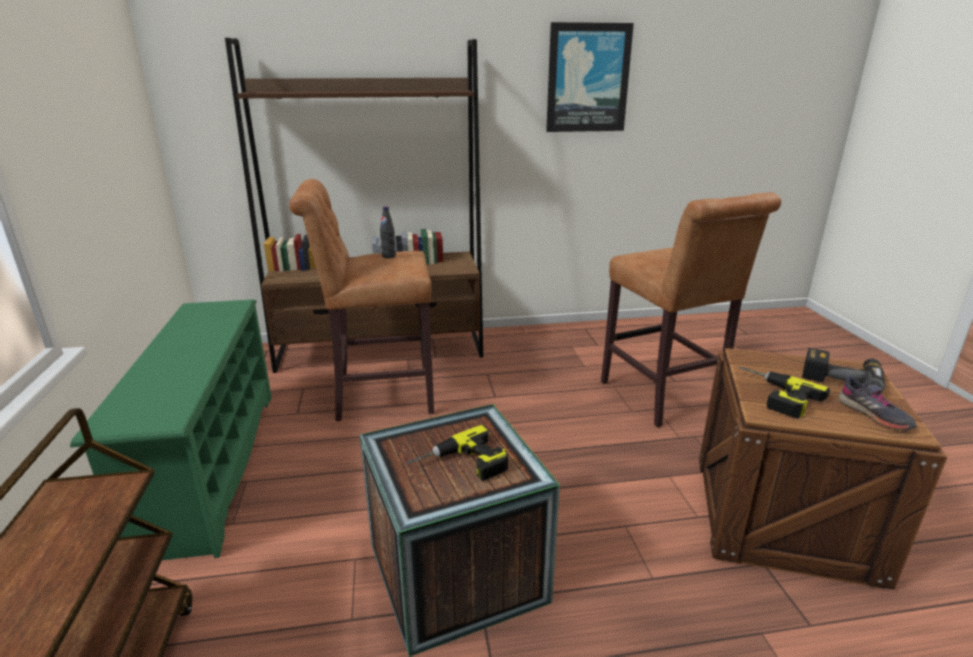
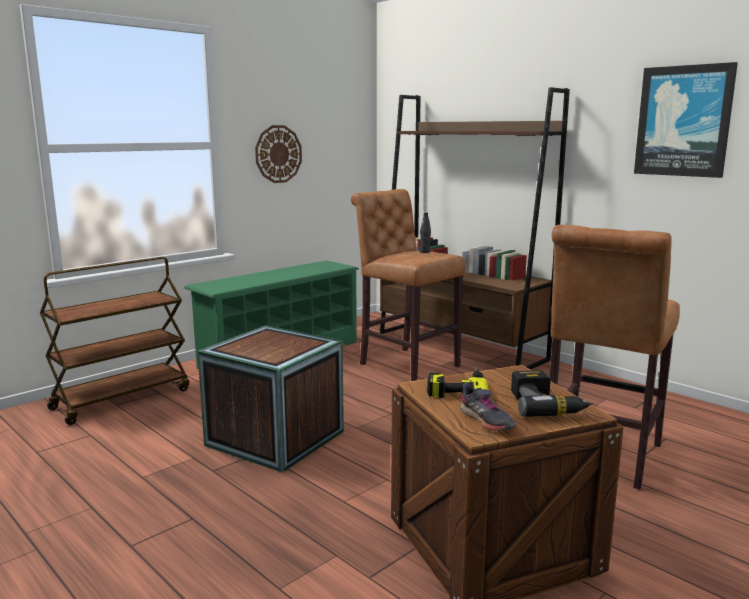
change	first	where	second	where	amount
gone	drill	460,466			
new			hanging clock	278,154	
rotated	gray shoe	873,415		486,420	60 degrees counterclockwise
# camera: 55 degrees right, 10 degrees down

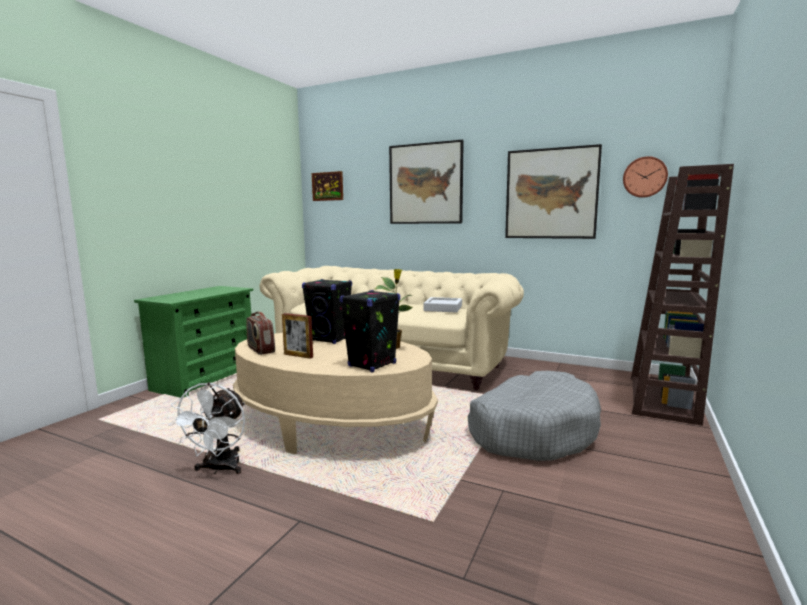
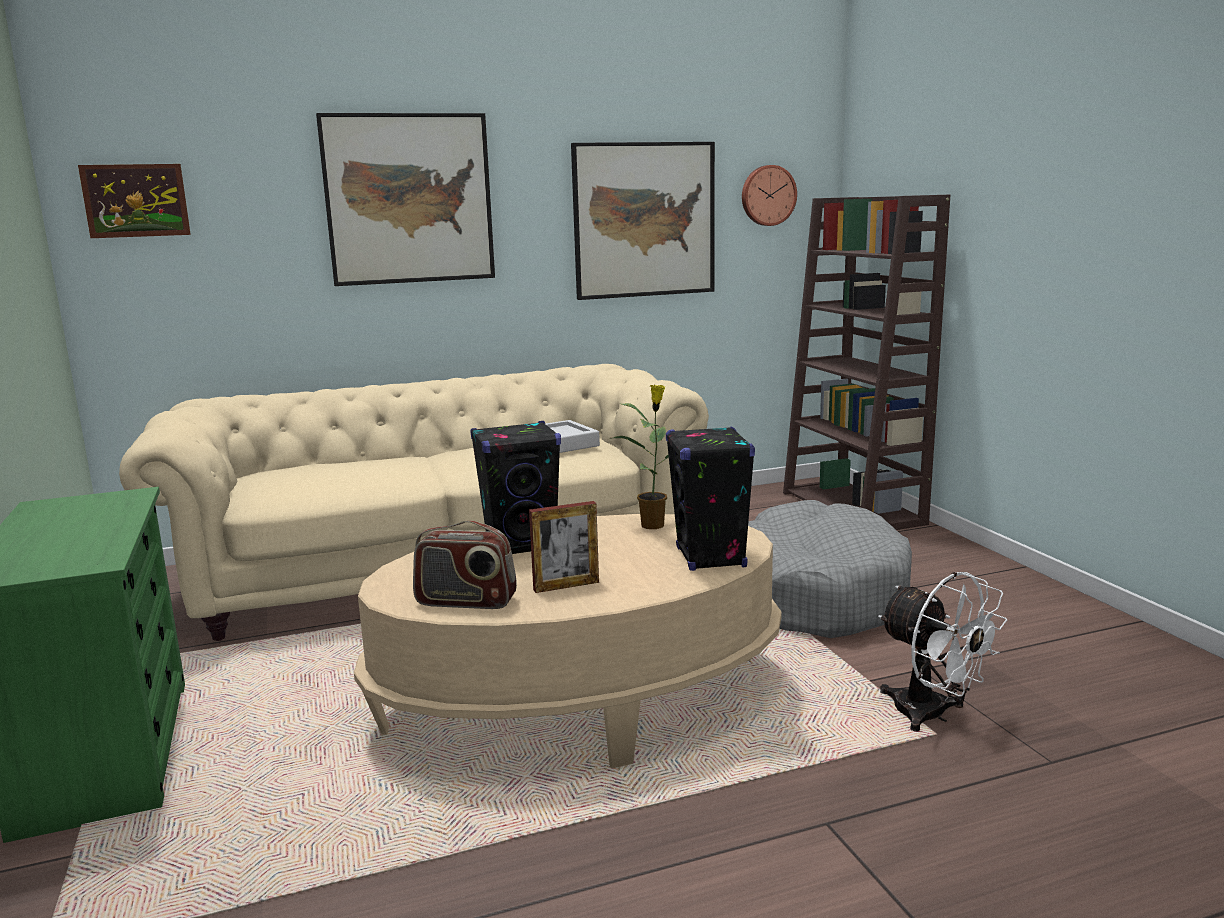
change	first	where	second	where	amount
shifted	white cooling fan	219,469		932,716	
# camera: 45 degrees left, 5 degrees up

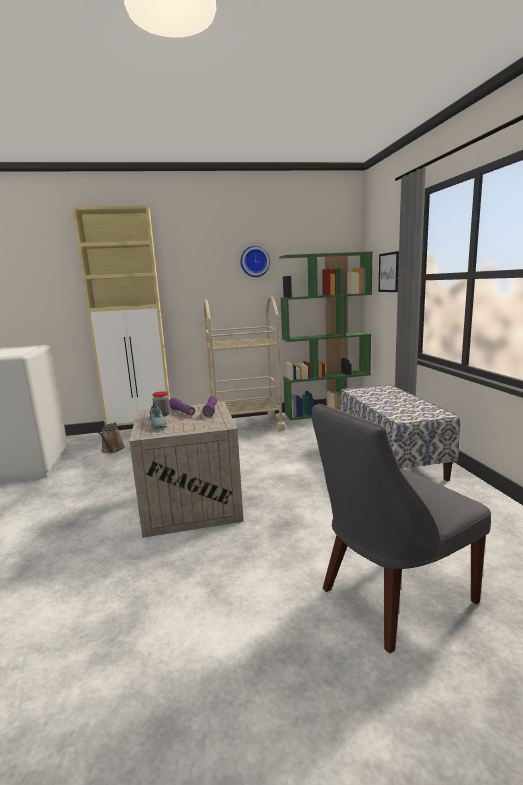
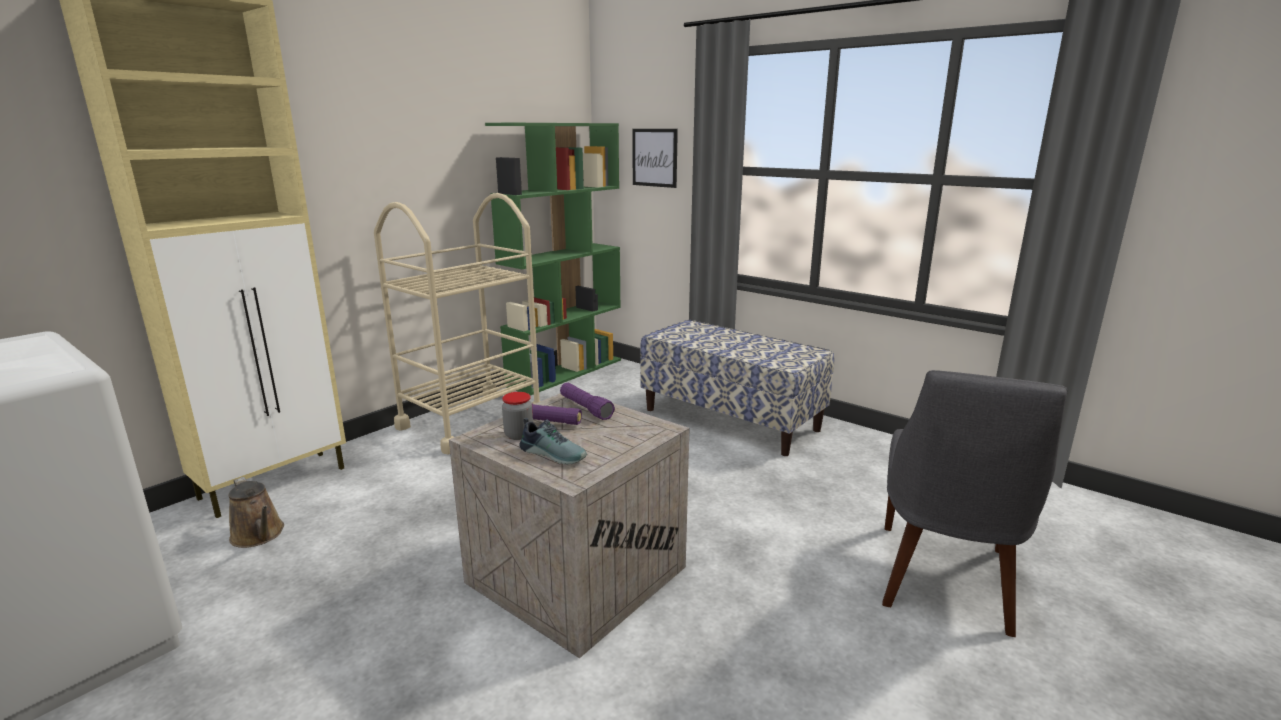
change	first	where	second	where	amount
gone	hanging clock	254,261			
# camera: 40 degrees left, 5 degrees up

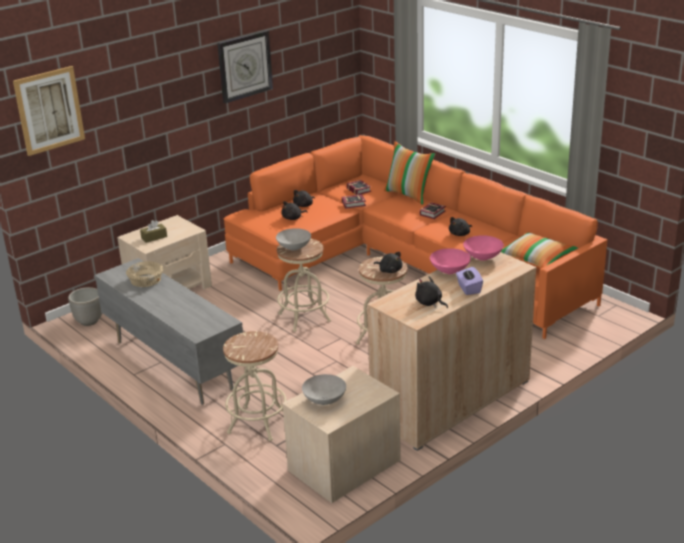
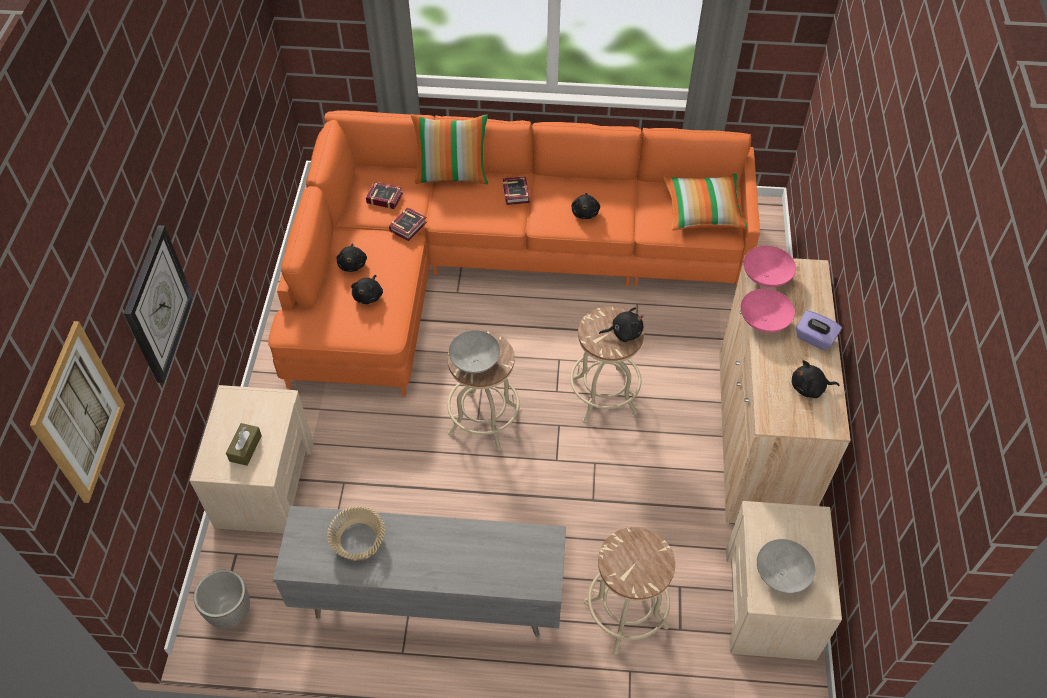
change	first	where	second	where	amount
shifted	hanging clock	244,66		157,304	
# camera: 45 degrees left, 25 degrees up

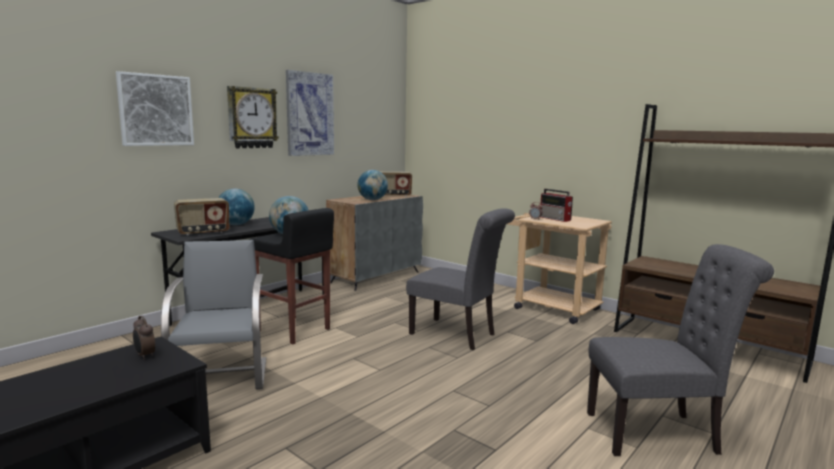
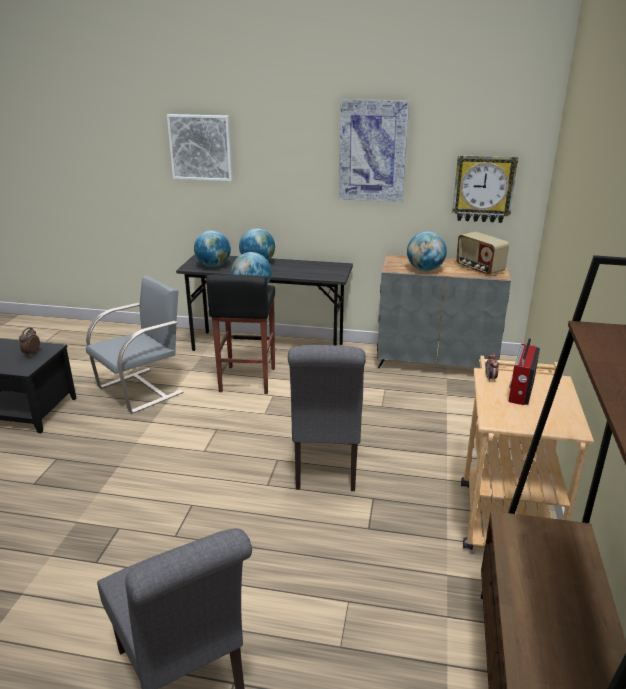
change	first	where	second	where	amount
shifted	hanging clock	252,118		483,188	
swapped	radio	203,233	globe	213,266	
# camera: 60 degrees right, 15 degrees up

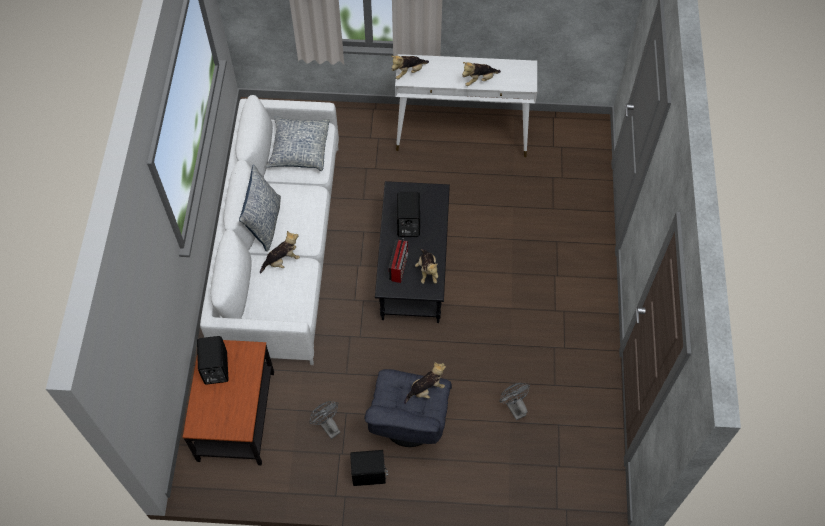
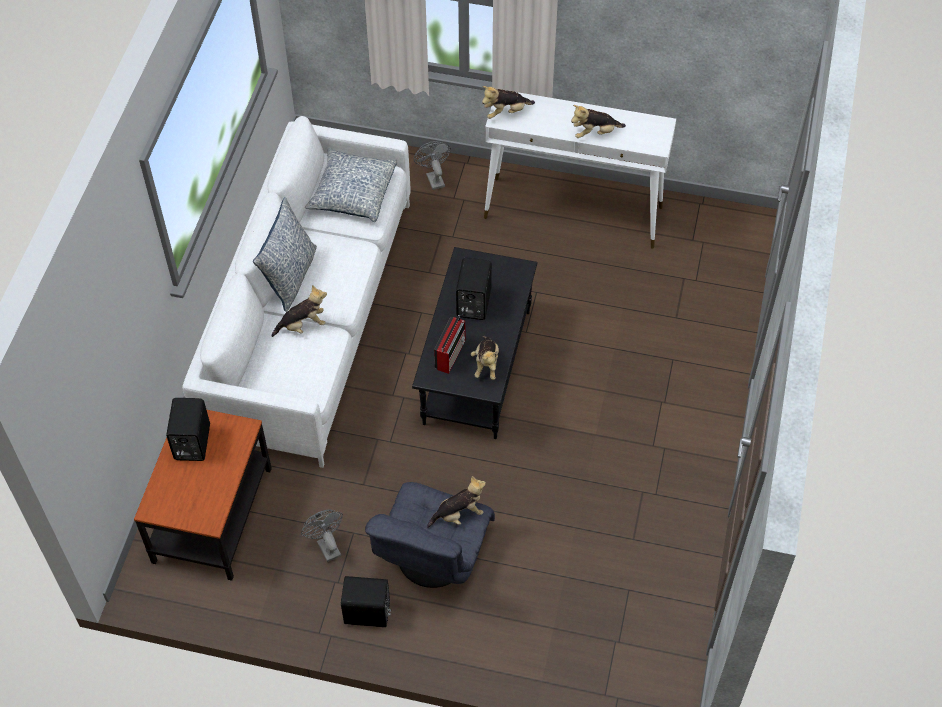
change	first	where	second	where	amount
shifted	gray cooling fan	514,407		433,178	
# camera: 10 degrees right, 5 degrees down

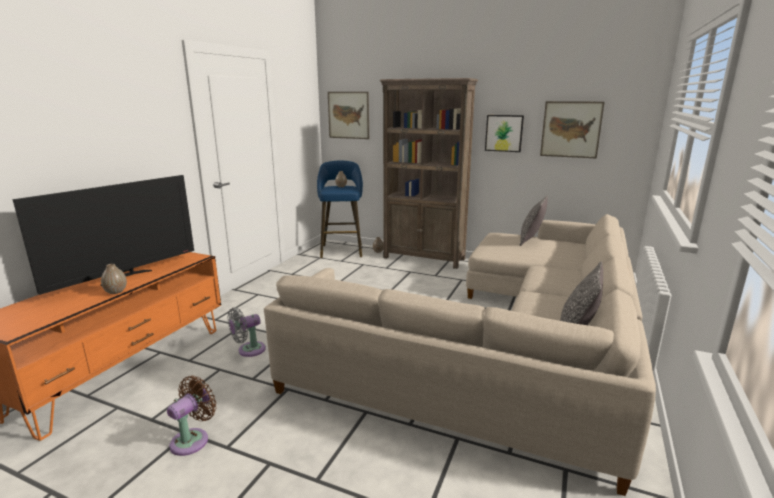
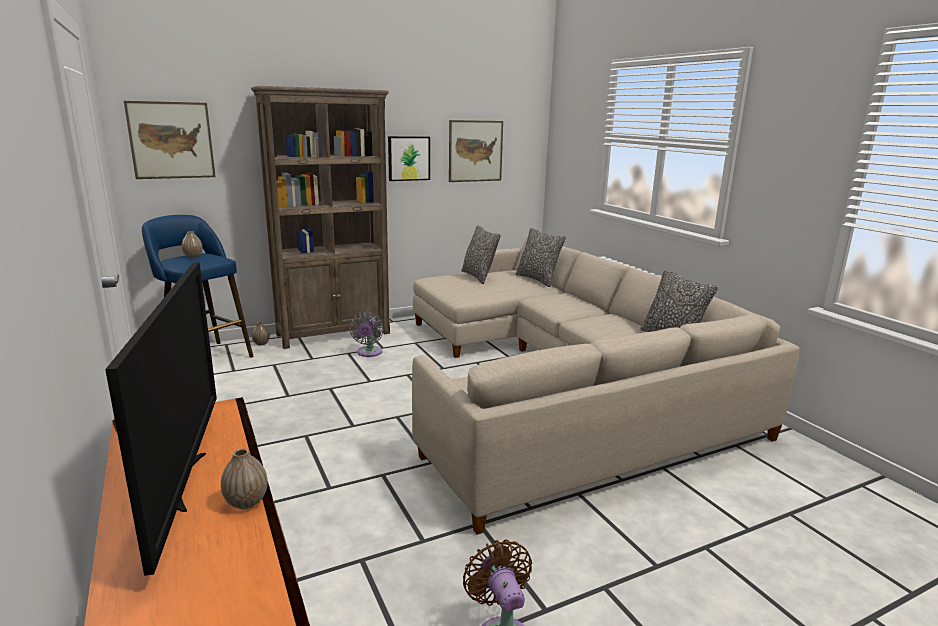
change	first	where	second	where	amount
new			pillow	537,280	
shifted	gray cooling fan	248,350		369,353	
# camera: 50 degrees left, 0 degrees up

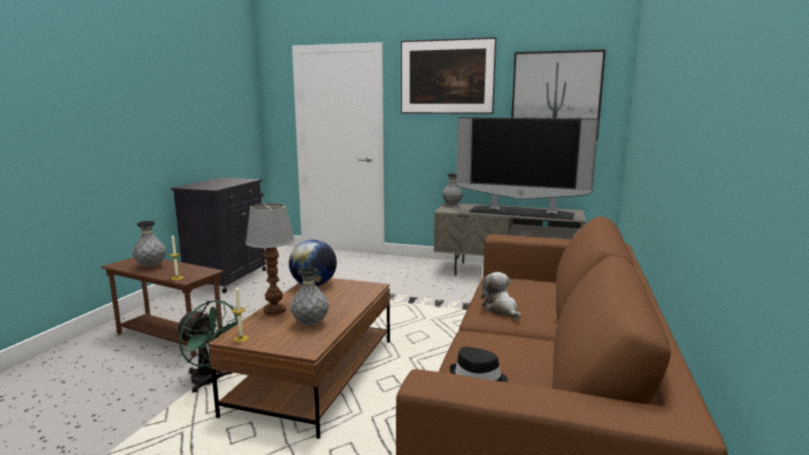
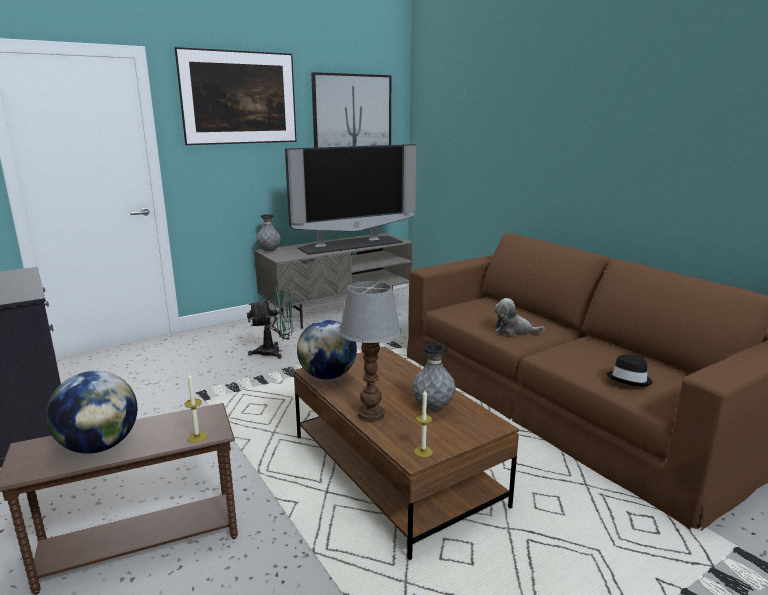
change	first	where	second	where	amount
shifted	green-coloured cooling fan	211,382		275,352	
swapped	gray decorative vase	151,266	globe	99,446	
# camera: 50 degrees left, 5 degrees up

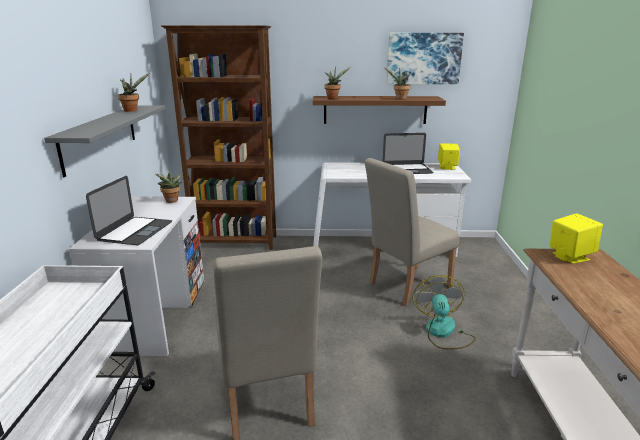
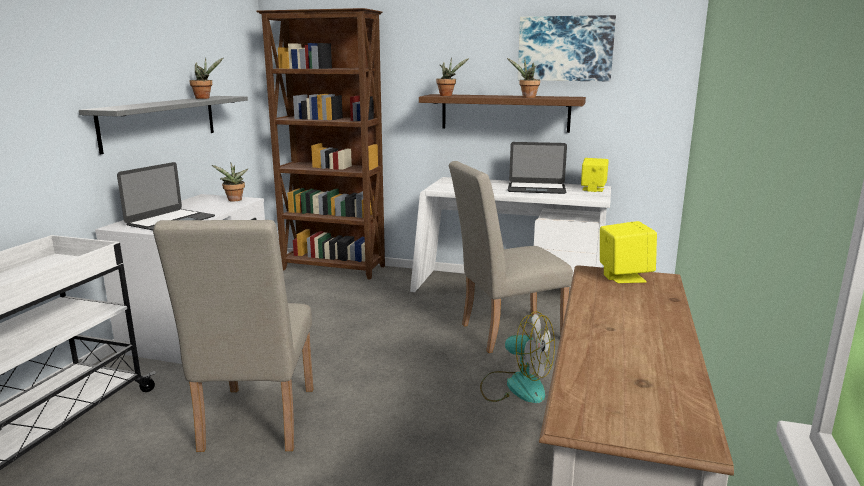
change	first	where	second	where	amount
rotated	cooling fan	443,333		515,386	105 degrees clockwise
# camera: 15 degrees right, 5 degrees down

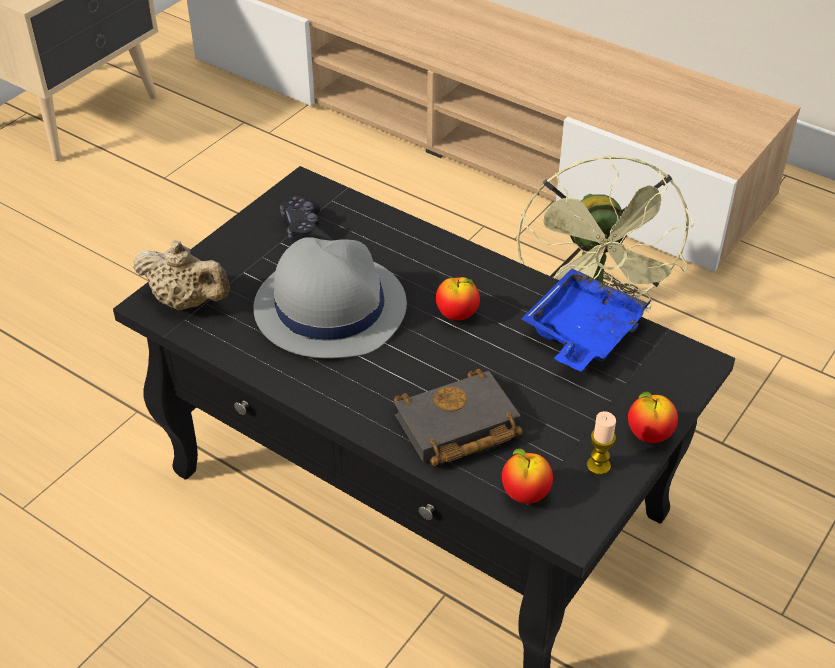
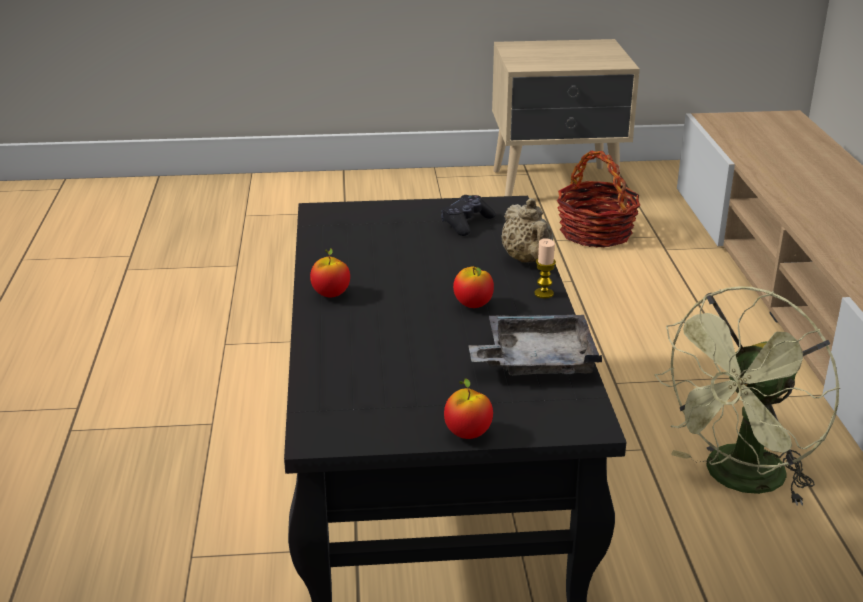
change	first	where	second	where	amount
gone	gray wearable hat	329,307			
gone	black-coloured book	456,428			
new			basket	595,233	
shifted	beige-coloured pot for tea	187,302		527,260	
shifted	apple	525,494		331,295	
shifted	wax light	598,466		544,293	
repainted	blue tray	582,333	gray tray	536,361	
# camera: 50 degrees right, 15 degrees down

